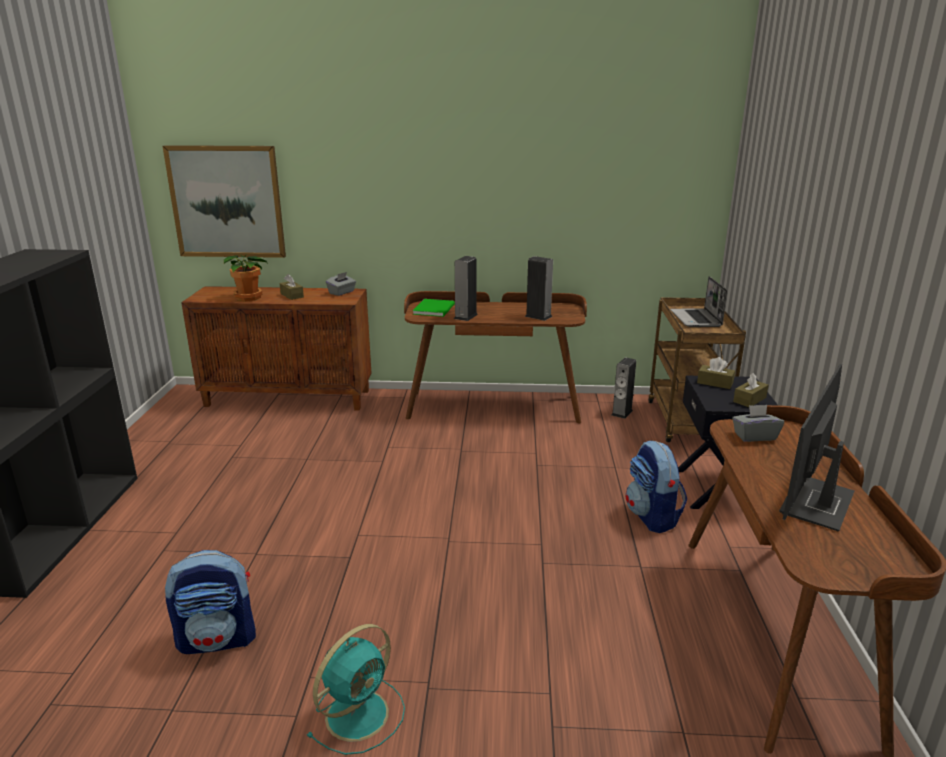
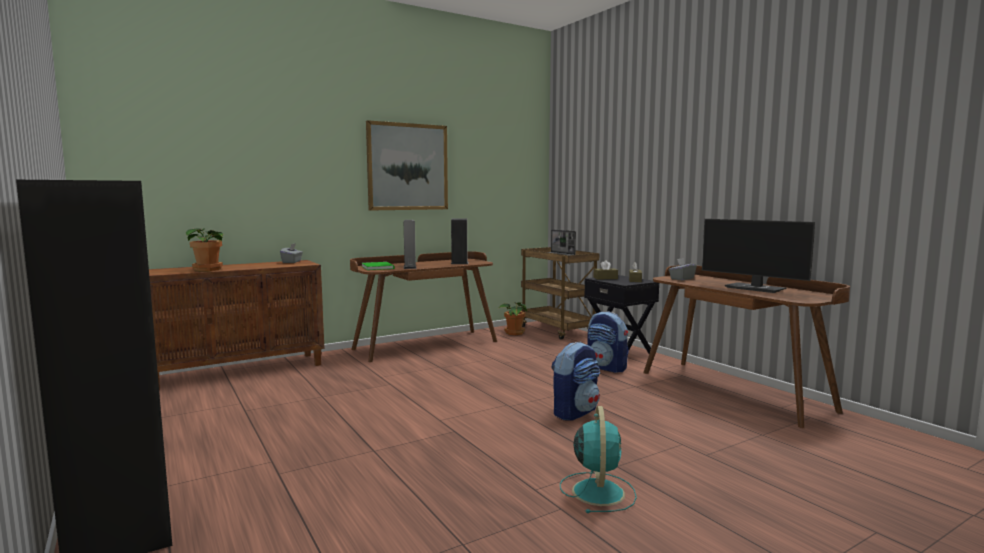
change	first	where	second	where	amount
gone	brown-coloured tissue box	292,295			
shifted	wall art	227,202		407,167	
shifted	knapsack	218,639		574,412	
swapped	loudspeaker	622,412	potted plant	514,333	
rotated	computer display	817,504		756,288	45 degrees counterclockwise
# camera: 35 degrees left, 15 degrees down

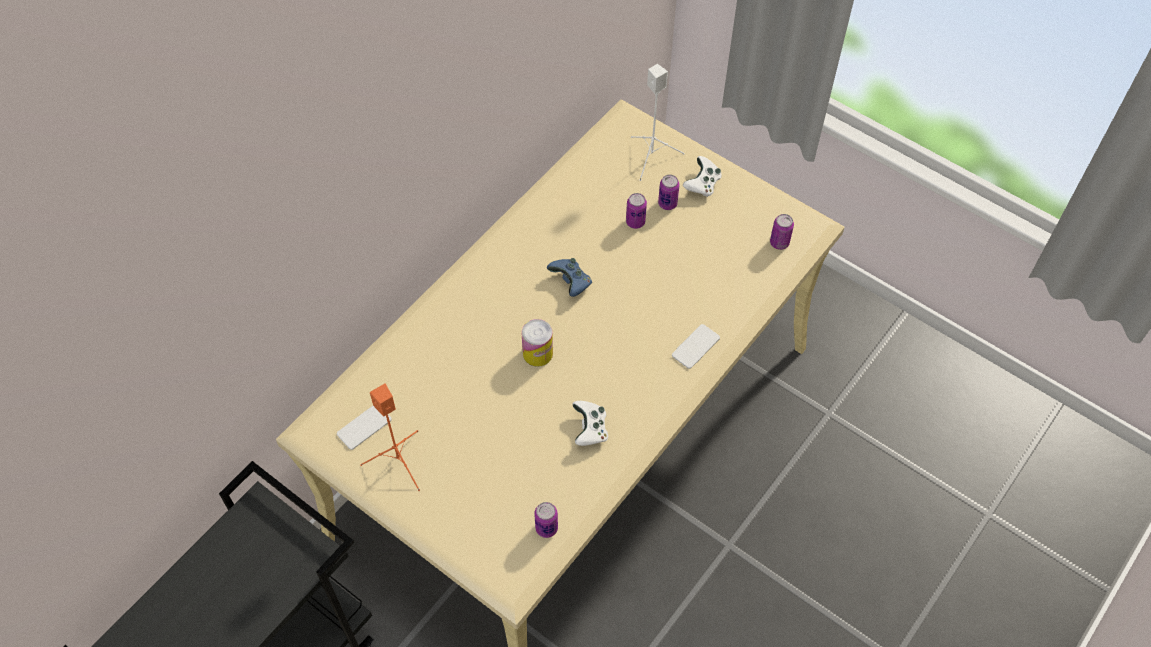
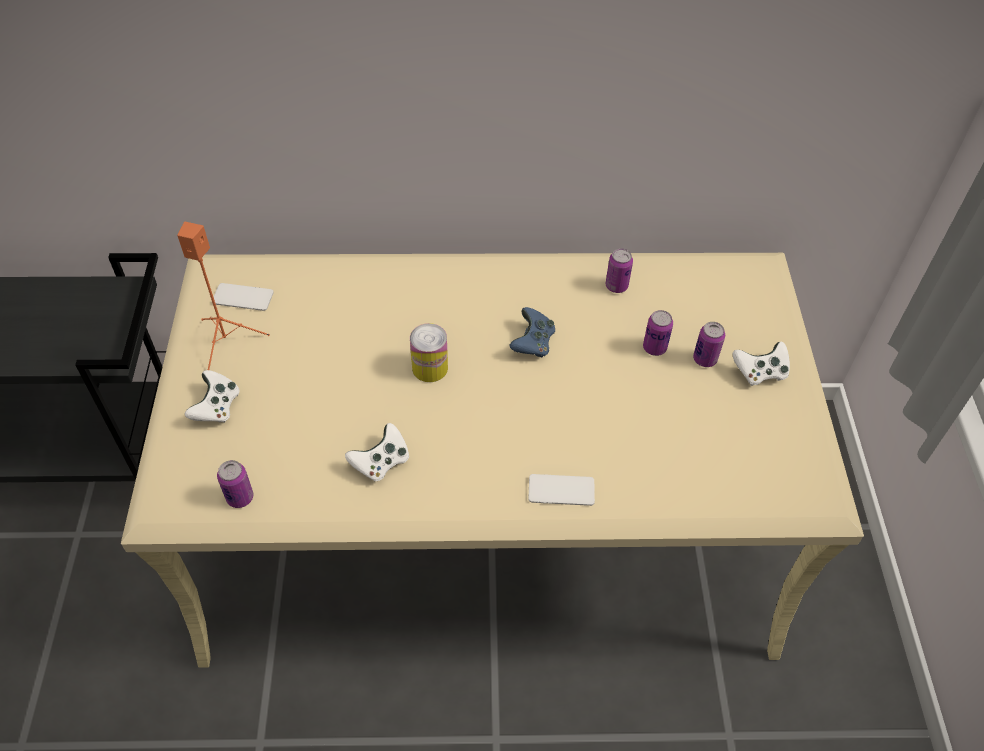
change	first	where	second	where	amount
gone	white loudspeaker	652,156			
new			white gamepad	217,408	
shifted	metal can	779,243		616,286	
# camera: 50 degrees right, 5 degrees down

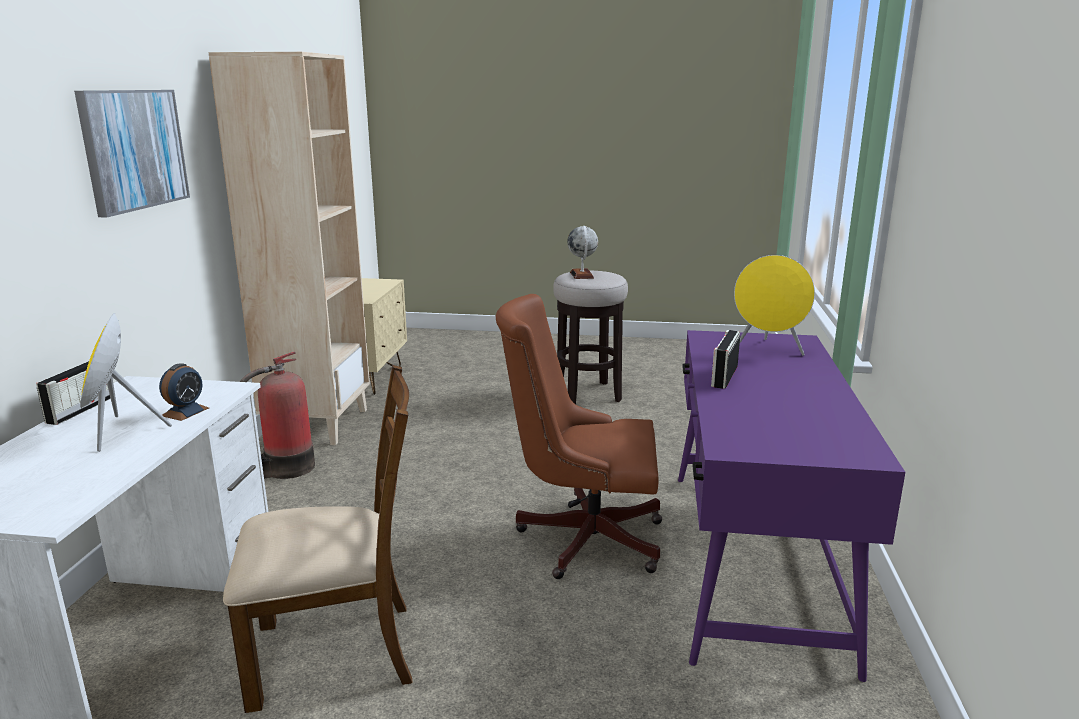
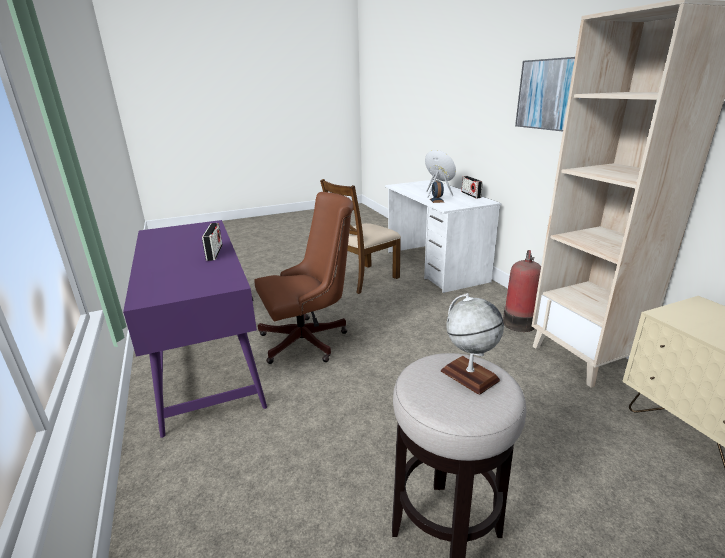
change	first	where	second	where	amount
gone	yellowish loudspeaker	768,351			
# camera: 150 degrees right, 5 degrees up

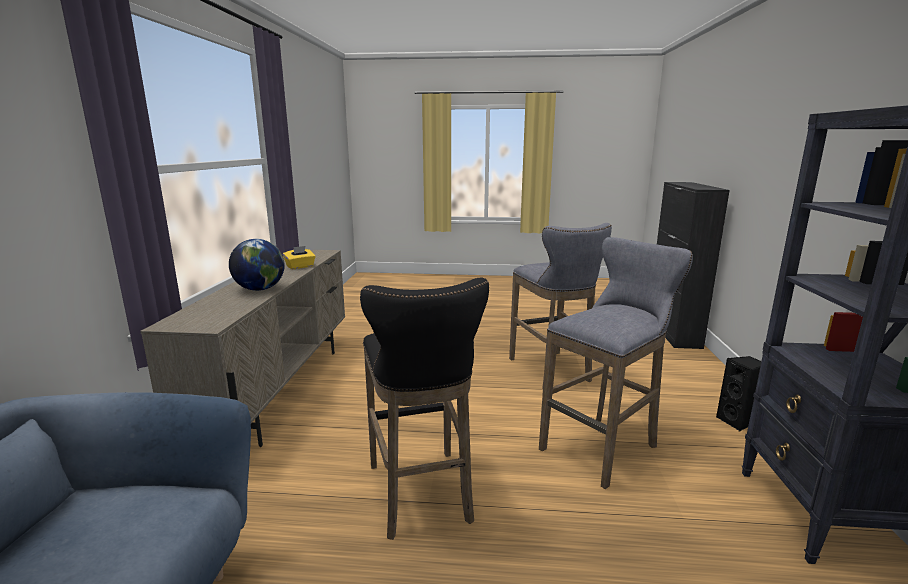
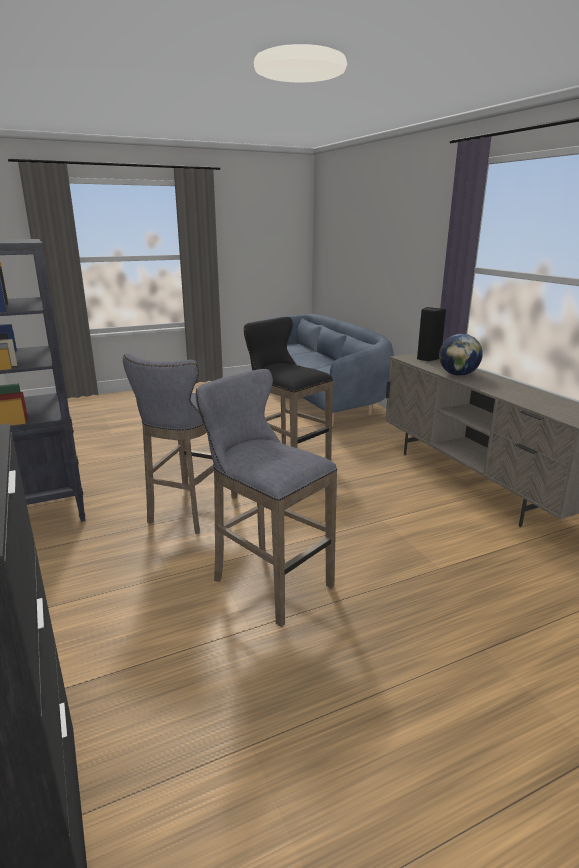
change	first	where	second	where	amount
gone	yellowish tissue box	300,267			
shifted	black-coloured loudspeaker	737,422		427,358	
# camera: 150 degrees right, 5 degrees up

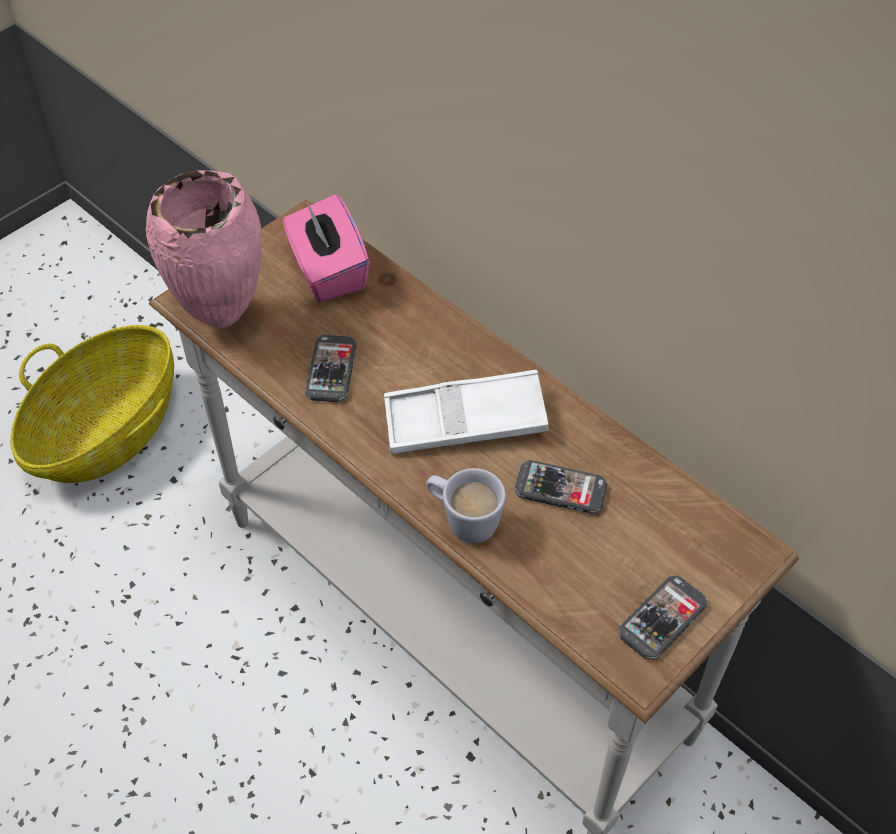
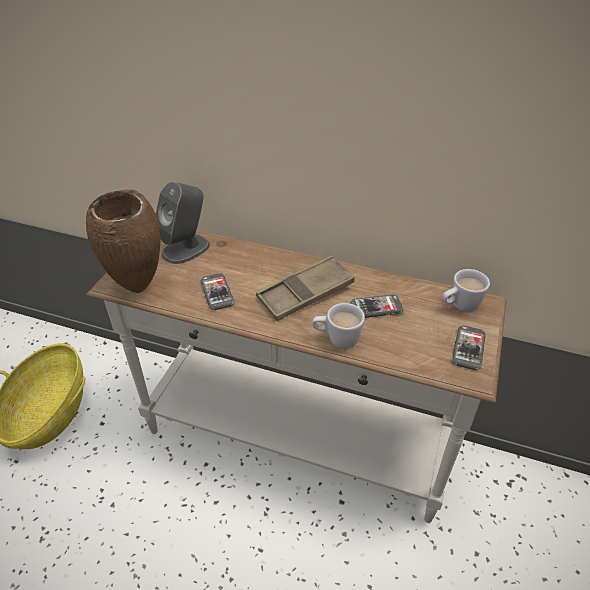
change	first	where	second	where	amount
new			white coffee mug	459,306	
swapped	pink tissue box	328,271	gray loudspeaker	186,249	
repainted	pink decorative vase	223,320	brown-coloured decorative vase	139,288	
repainted	white tray	465,420	brown-coloured tray	305,293	
# camera: 25 degrees left, 10 degrees down

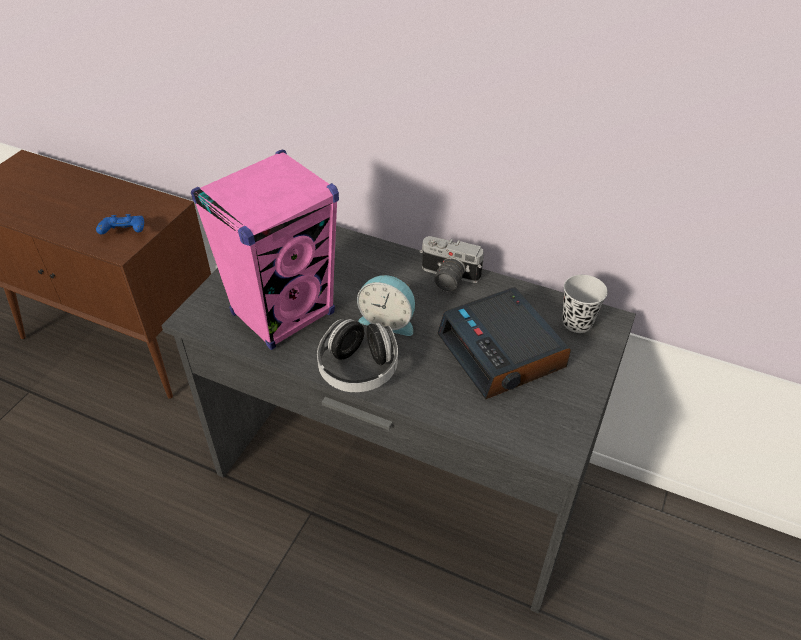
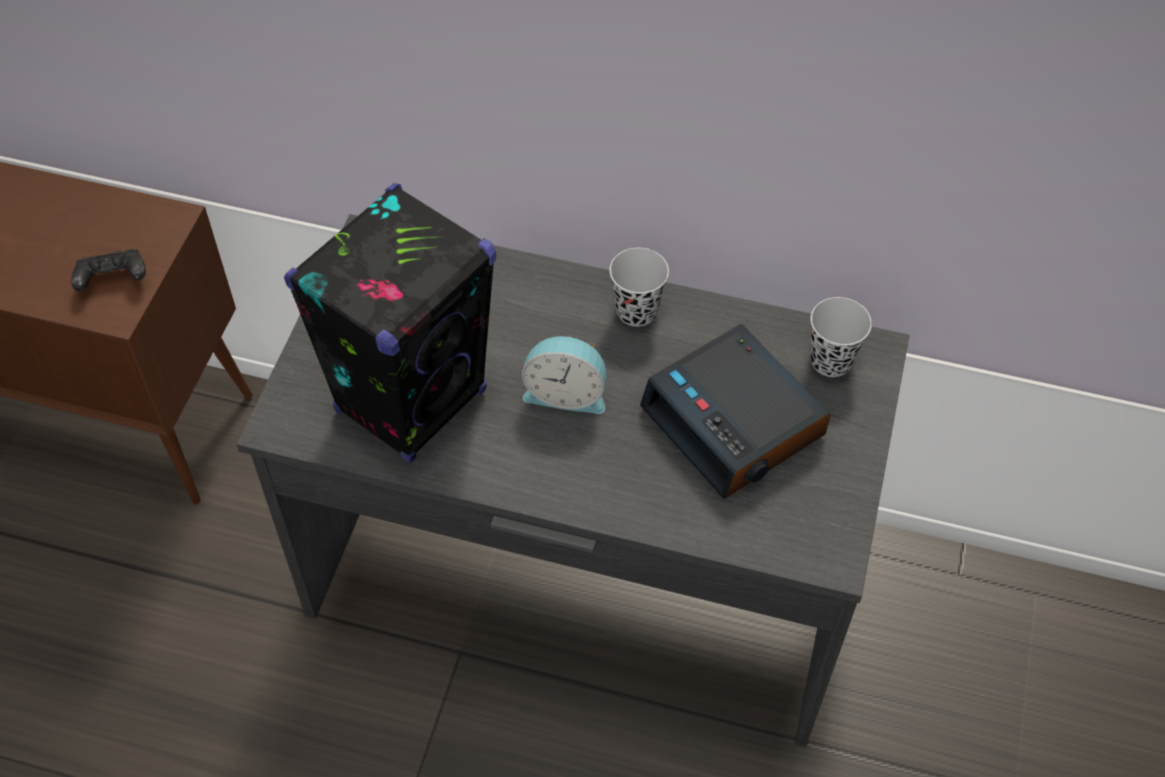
change	first	where	second	where	amount
gone	headset	358,370			
swapped	still camera	447,279	black-coloured small cup	636,311	
repainted	blue gamepad	124,233	black-coloured gamepad	113,280	
repainted	pink loudspeaker	283,313	black-coloured loudspeaker	411,401	
# camera: 10 degrees left, 10 degrees up

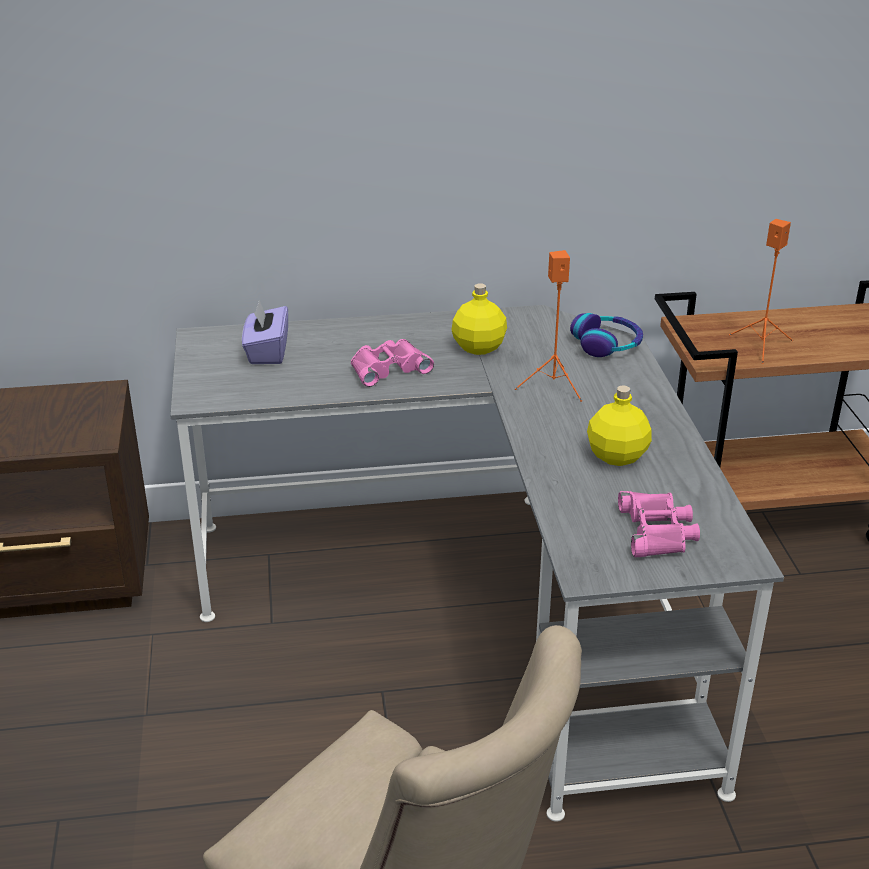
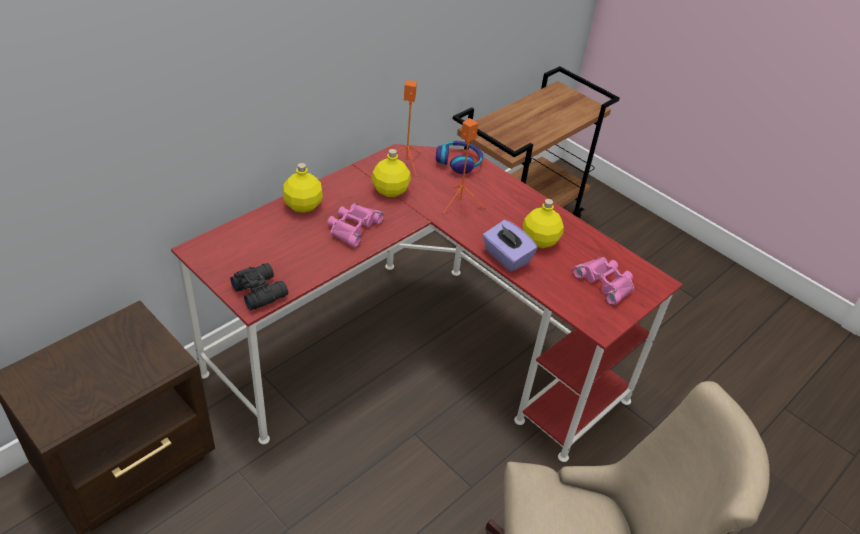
change	first	where	second	where	amount
new			black-coloured pair of binoculars	260,291	
new			yellowish drink bottle	303,205	
shifted	purple tissue box	267,352		506,257	
shifted	orange loudspeaker	761,346		406,163	
repainted	gray desk unit	477,605	red-coloured desk unit	418,350	
# camera: 40 degrees left, 10 degrees up

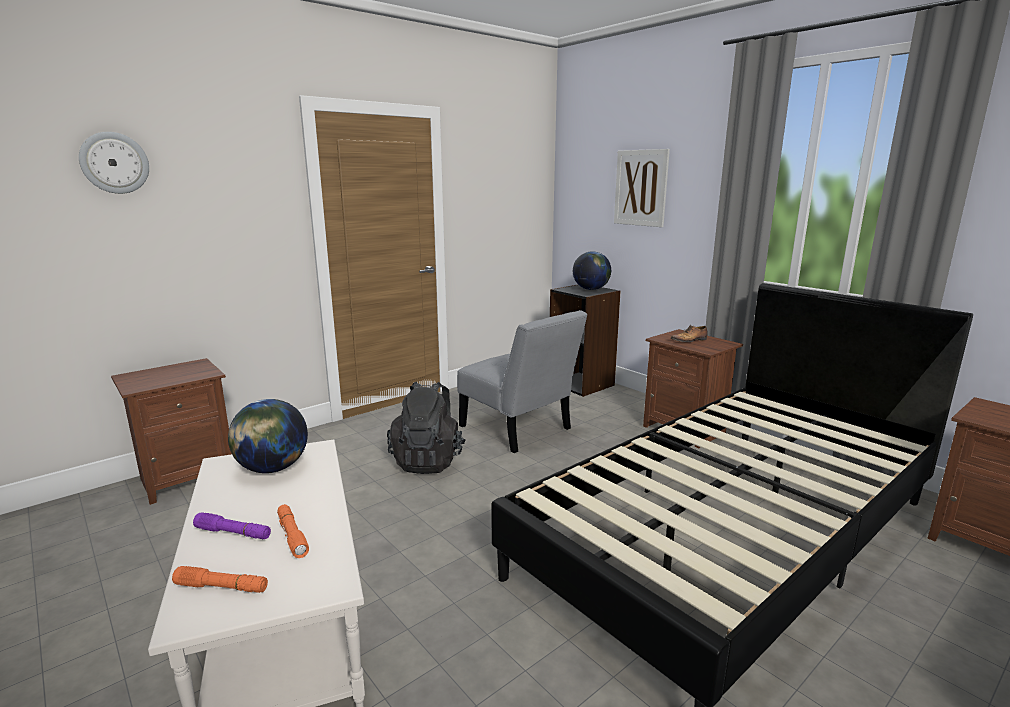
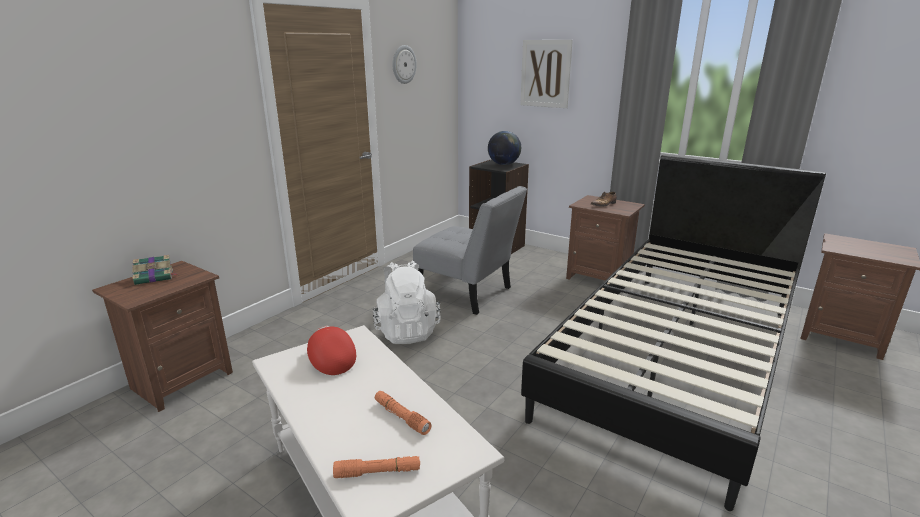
change	first	where	second	where	amount
gone	purple torch	233,533			
new			book	155,277	
shifted	hanging clock	114,163		403,64	
swapped	globe	272,468	red-coloured cap	330,360	
repainted	black-coloured knapsack	428,461	white knapsack	406,331	
# camera: 15 degrees left, 5 degrees up

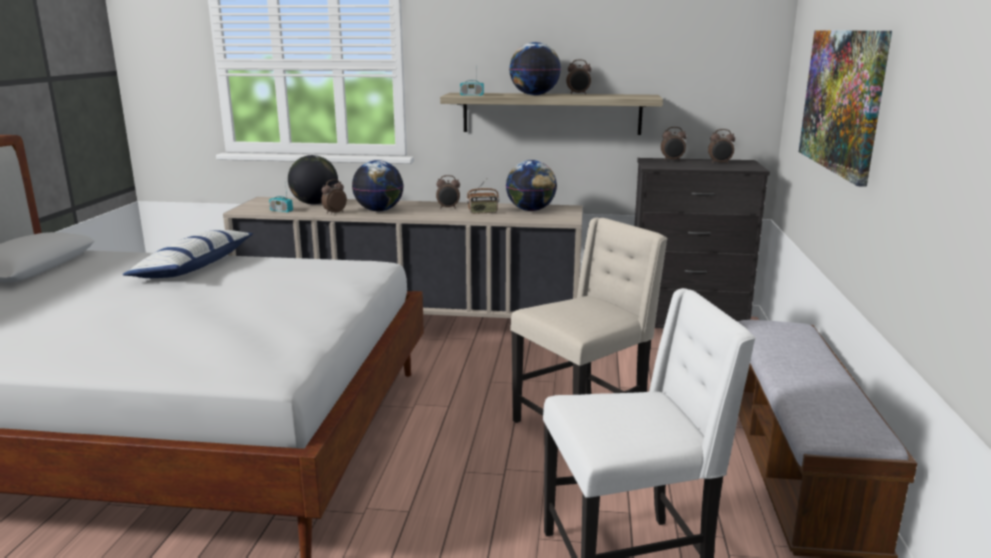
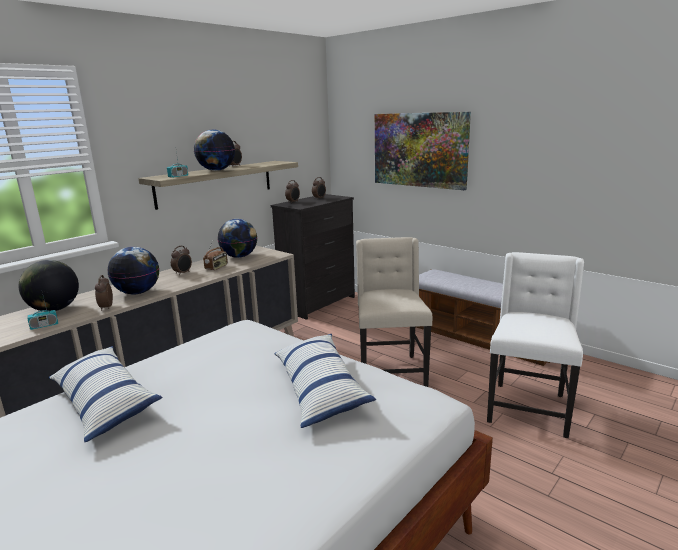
change	first	where	second	where	amount
new			pillow	319,389	
# camera: 55 degrees left, 0 degrees up

